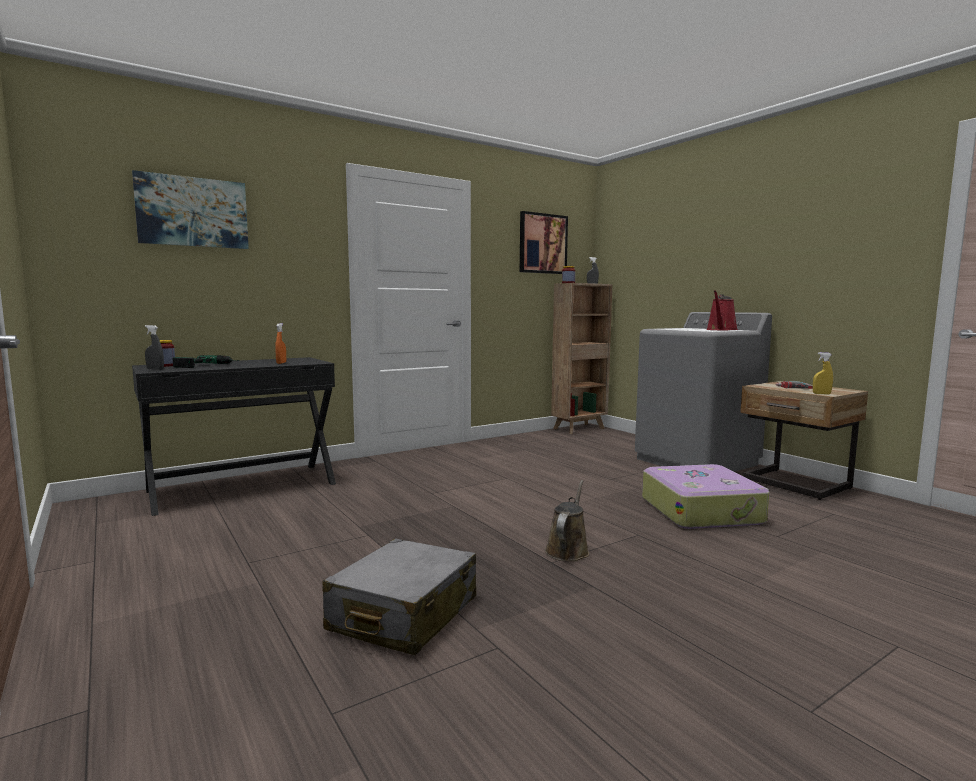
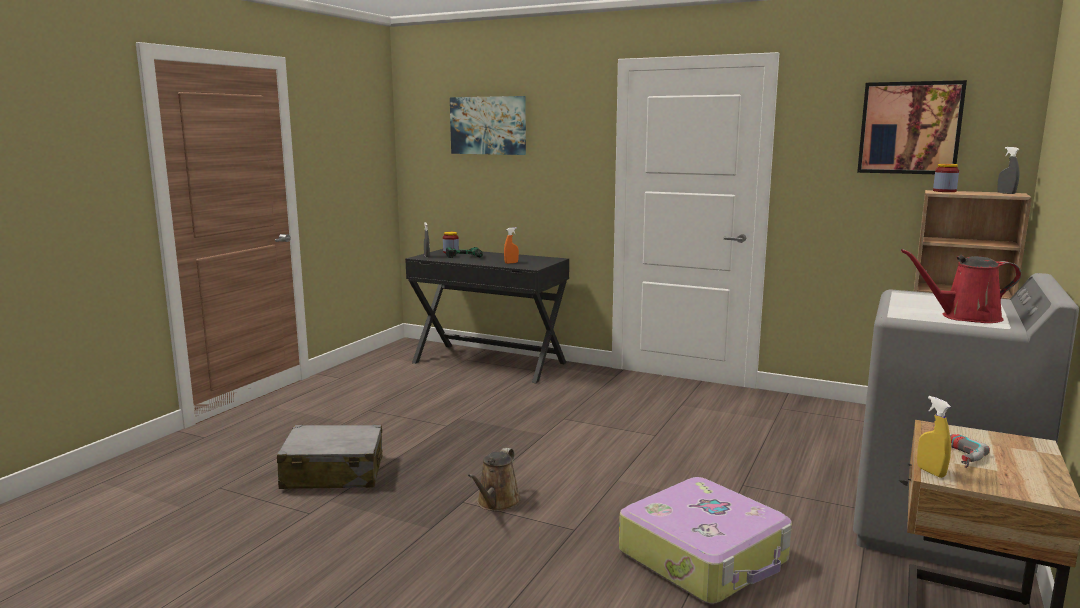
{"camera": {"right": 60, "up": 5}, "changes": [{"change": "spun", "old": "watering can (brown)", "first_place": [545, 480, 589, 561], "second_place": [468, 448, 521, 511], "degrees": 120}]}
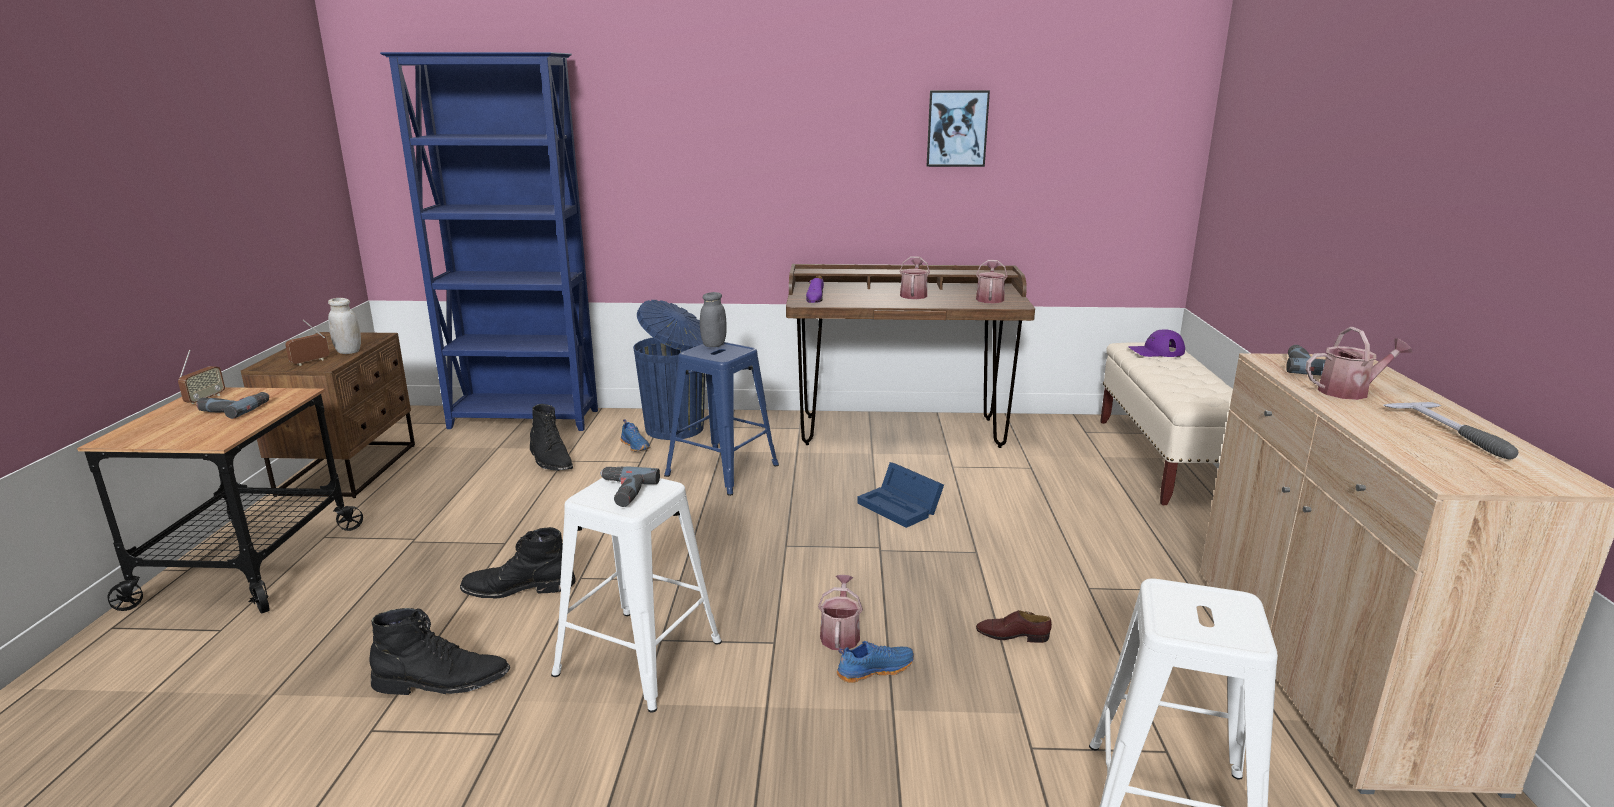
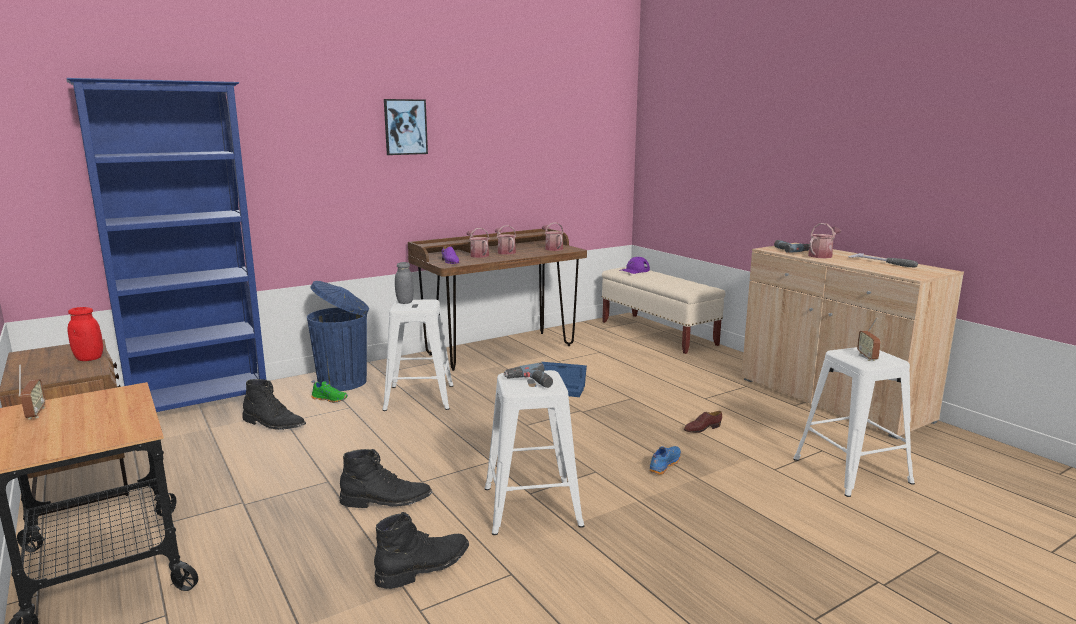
{"camera": {"right": -35, "up": -5}, "changes": [{"change": "colour", "old": "jar (white)", "new": "jar (red)", "first_place": [328, 298, 361, 354], "second_place": [67, 307, 103, 361]}, {"change": "colour", "old": "shoe (blue)", "new": "shoe (green)", "first_place": [620, 419, 650, 452], "second_place": [311, 380, 348, 403]}, {"change": "spun", "old": "boot (black)", "first_place": [460, 527, 576, 599], "second_place": [340, 449, 432, 508], "degrees": -150}, {"change": "colour", "old": "stool (blue)", "new": "stool (white)", "first_place": [664, 342, 779, 496], "second_place": [382, 299, 453, 411]}, {"change": "relocated", "old": "picture", "first_place": [927, 90, 990, 167], "second_place": [384, 99, 428, 155]}, {"change": "relocated", "old": "watering can", "first_place": [818, 575, 863, 651], "second_place": [467, 228, 489, 258]}, {"change": "relocated", "old": "radio", "first_place": [285, 320, 330, 366], "second_place": [857, 318, 881, 361]}, {"change": "missing", "old": "power drill", "first_place": [196, 392, 269, 419]}]}
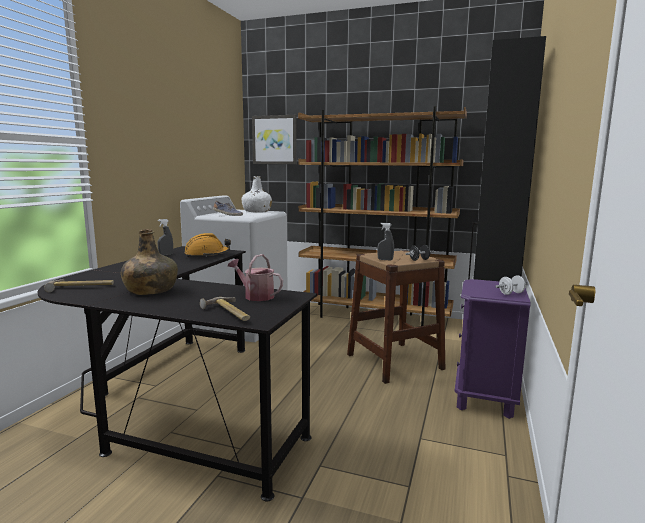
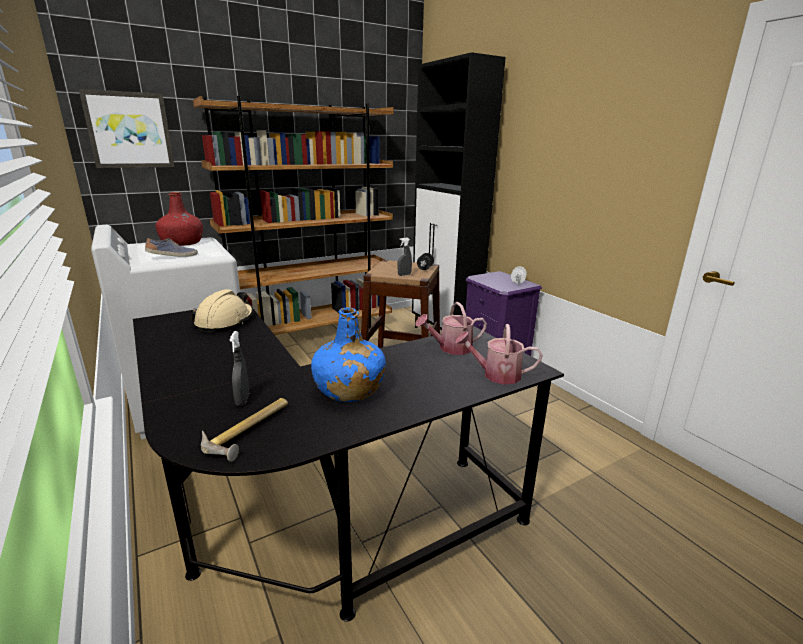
{"camera": {"right": -50, "up": 10}, "changes": [{"change": "colour", "old": "bottle (white)", "new": "bottle (red)", "first_place": [242, 176, 272, 213], "second_place": [156, 192, 203, 246]}, {"change": "colour", "old": "hard hat (orange)", "new": "hard hat (beige)", "first_place": [184, 233, 231, 257], "second_place": [191, 289, 254, 332]}, {"change": "relocated", "old": "spray bottle (grey)", "first_place": [158, 219, 173, 255], "second_place": [229, 331, 249, 406]}, {"change": "colour", "old": "bottle (green)", "new": "bottle (blue)", "first_place": [121, 229, 178, 295], "second_place": [311, 307, 386, 402]}, {"change": "exchanged", "old": "hammer", "new": "watering can", "first_place": [200, 297, 250, 321], "second_place": [455, 324, 543, 385]}]}
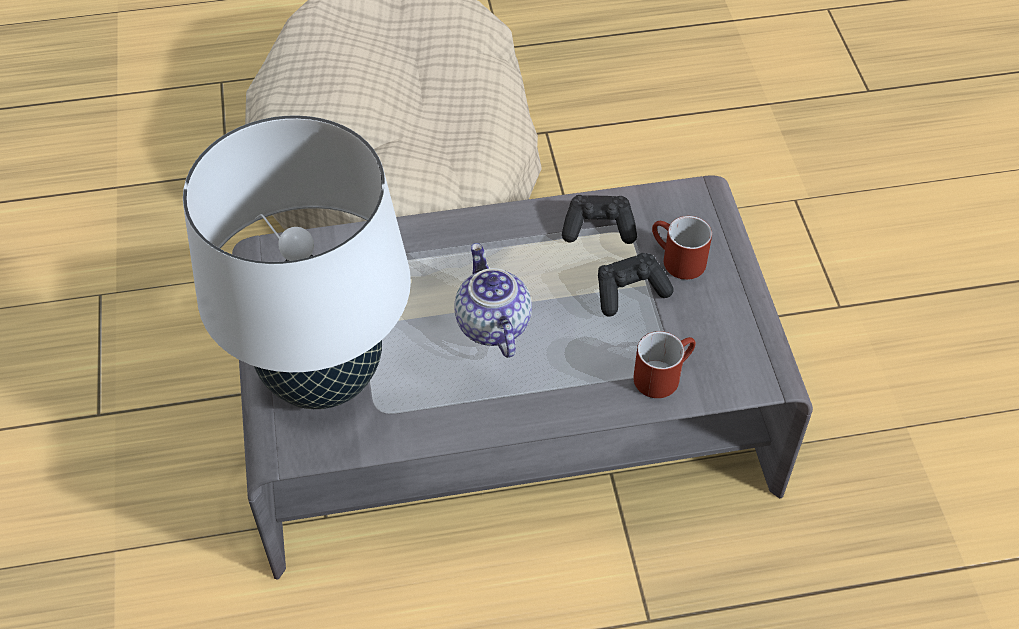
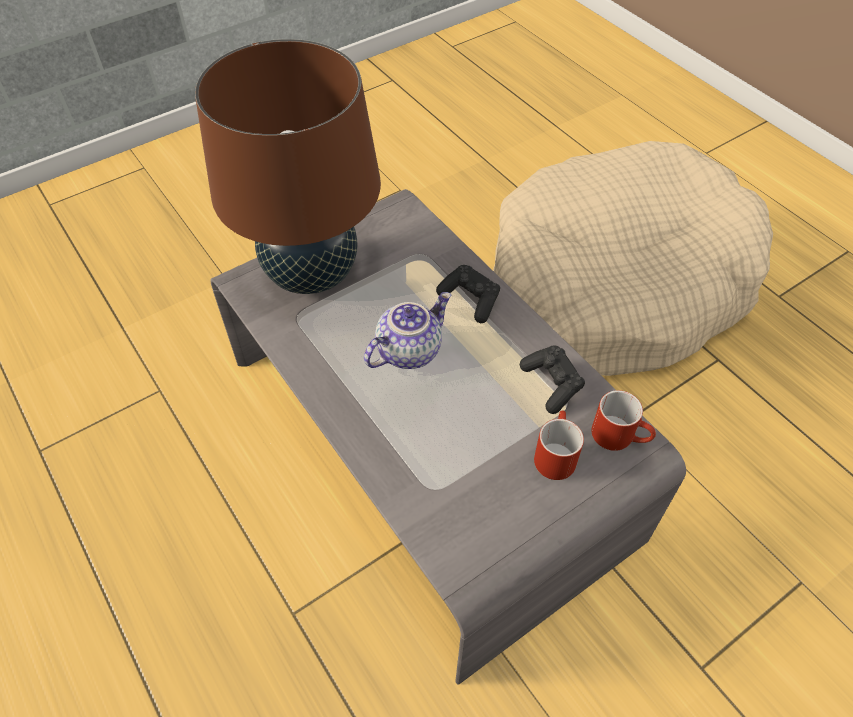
{"camera": {"right": 65, "up": 0}, "changes": [{"change": "colour", "old": "table lamp (white)", "new": "table lamp (brown)", "first_place": [183, 115, 411, 409], "second_place": [195, 39, 381, 294]}, {"change": "relocated", "old": "game controller (black)", "first_place": [598, 253, 673, 316], "second_place": [436, 265, 500, 323]}, {"change": "relocated", "old": "mug (red)", "first_place": [633, 331, 696, 398], "second_place": [591, 390, 656, 451]}]}
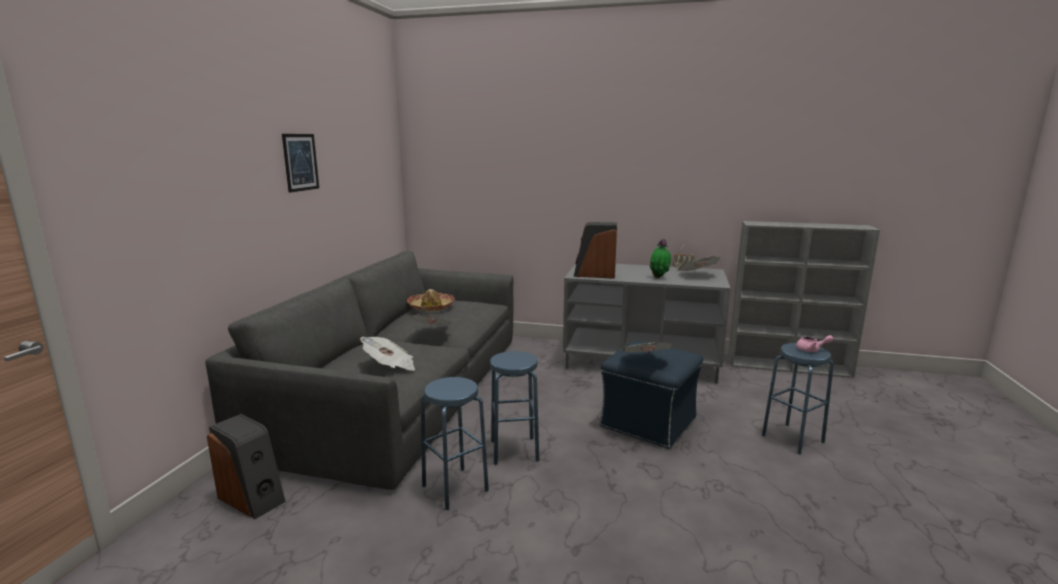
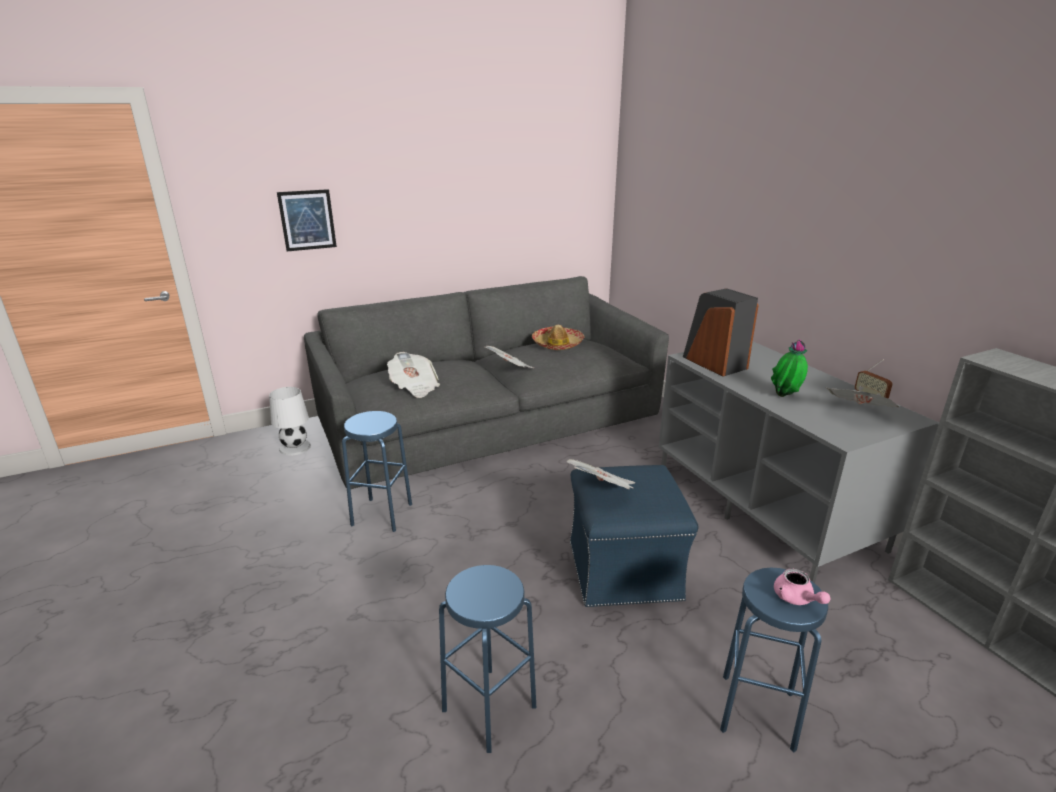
{"camera": {"right": 50, "up": 10}, "changes": [{"change": "exchanged", "old": "speaker", "new": "table lamp (white)", "first_place": [207, 414, 286, 519], "second_place": [269, 387, 311, 456]}, {"change": "relocated", "old": "picture", "first_place": [282, 134, 319, 193], "second_place": [277, 189, 337, 251]}, {"change": "relocated", "old": "stool (blue)", "first_place": [490, 351, 539, 465], "second_place": [439, 565, 536, 753]}]}
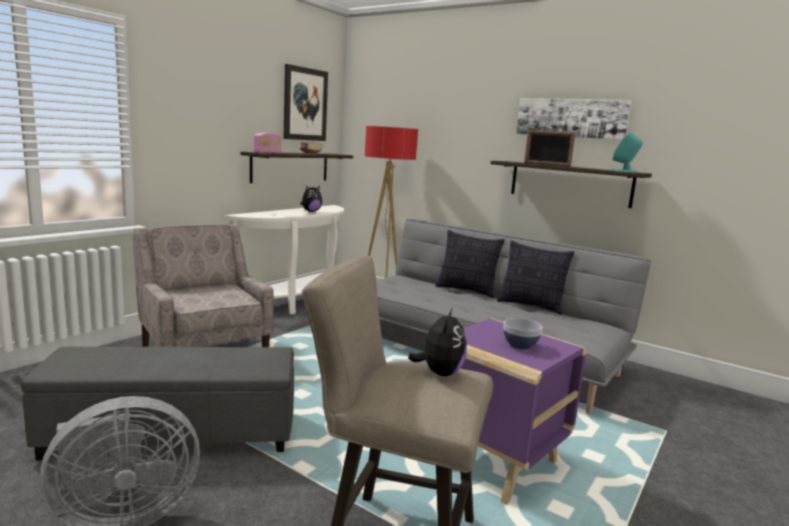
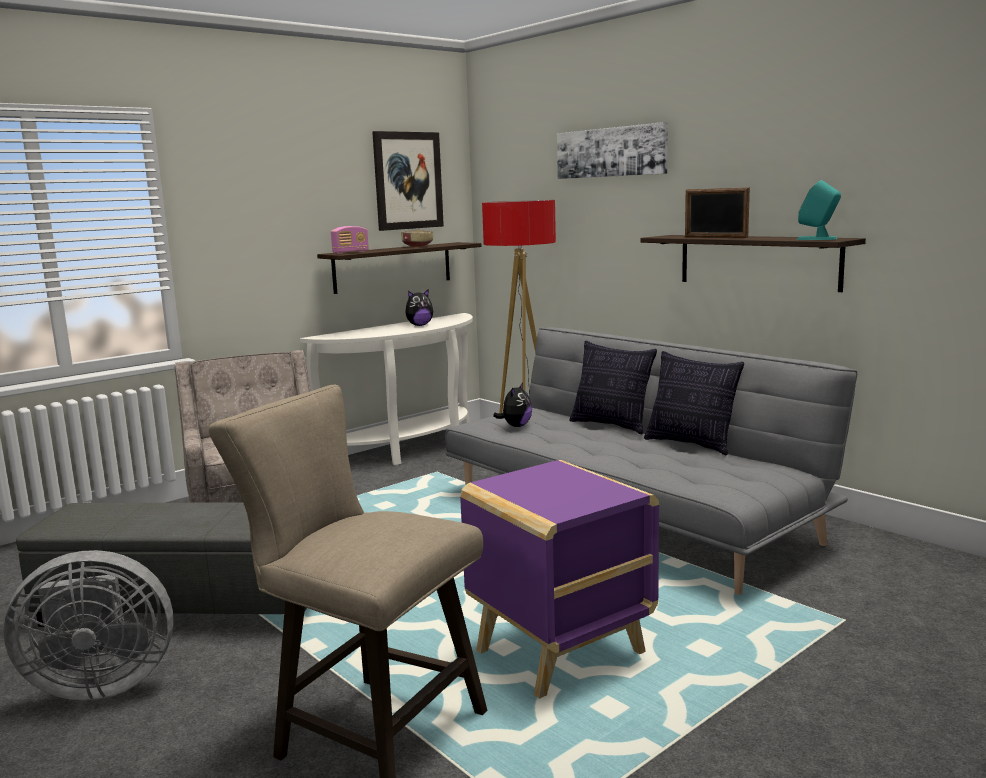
{"camera": {"right": 15, "up": 0}, "changes": [{"change": "relocated", "old": "plush toy", "first_place": [408, 307, 467, 376], "second_place": [493, 382, 532, 427]}, {"change": "relocated", "old": "picture", "first_place": [516, 98, 632, 140], "second_place": [557, 122, 668, 179]}, {"change": "missing", "old": "bowl", "first_place": [504, 318, 542, 350]}]}
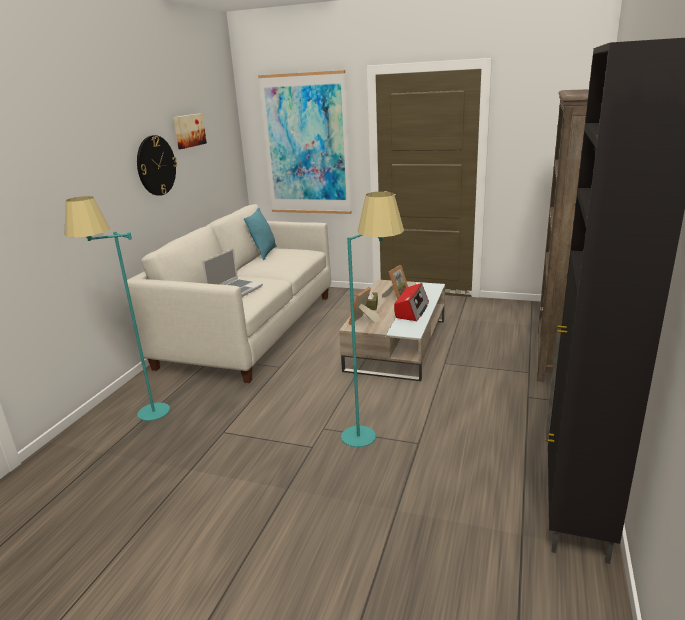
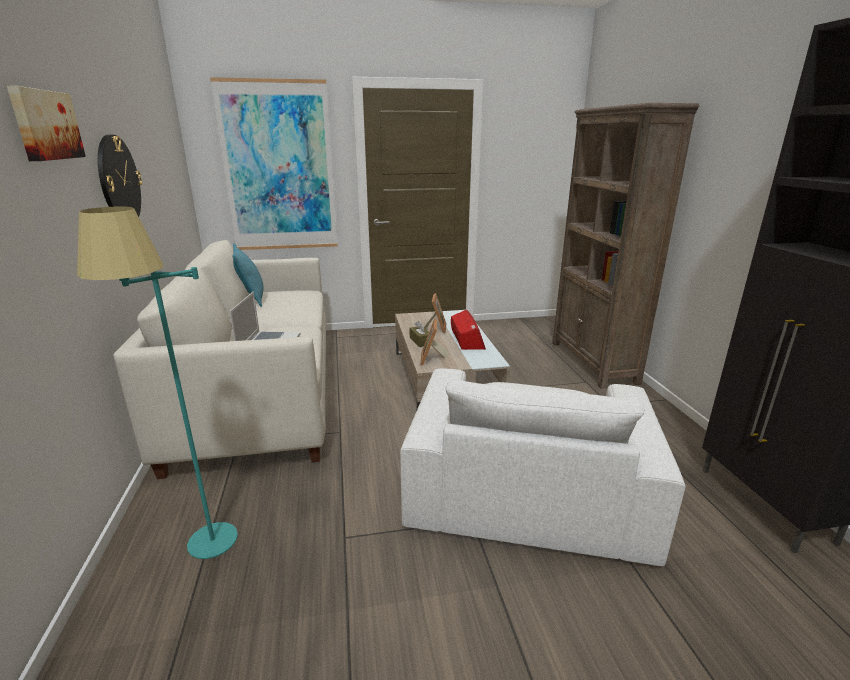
{"camera": {"right": -30, "up": 0}, "changes": [{"change": "relocated", "old": "picture", "first_place": [173, 113, 207, 149], "second_place": [7, 86, 86, 161]}, {"change": "exchanged", "old": "floor lamp (turquoise)", "new": "armchair (white)", "first_place": [341, 191, 404, 447], "second_place": [400, 369, 685, 566]}]}
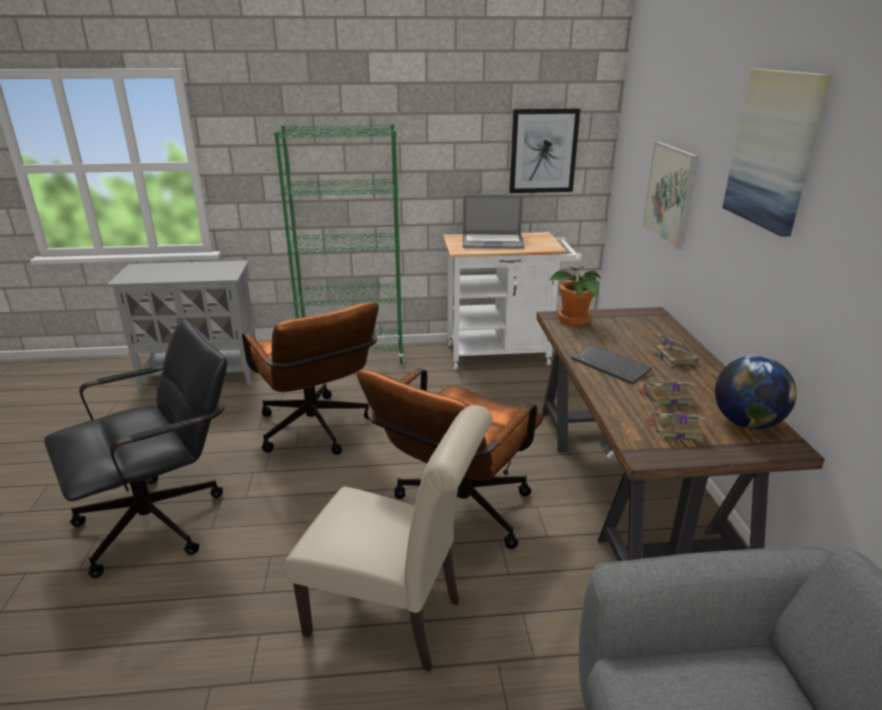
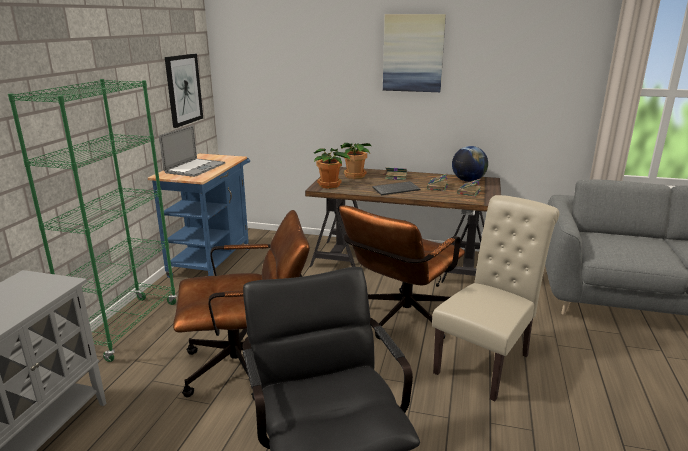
{"camera": {"right": -70, "up": -5}, "changes": [{"change": "colour", "old": "cart (white)", "new": "cart (blue)", "first_place": [443, 232, 582, 370], "second_place": [148, 154, 250, 278]}, {"change": "spun", "old": "office chair (brown)", "first_place": [357, 368, 543, 549], "second_place": [339, 205, 465, 339], "degrees": 75}, {"change": "appeared", "new": "potted plant", "second_place": [341, 143, 372, 179]}, {"change": "missing", "old": "picture", "first_place": [643, 142, 699, 250]}]}
